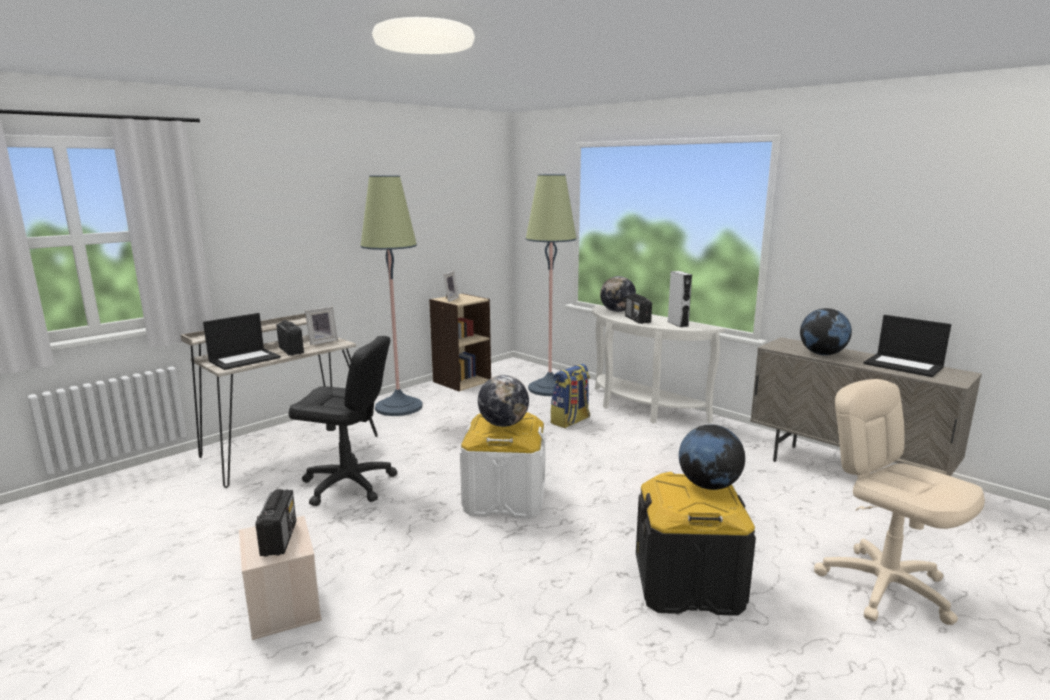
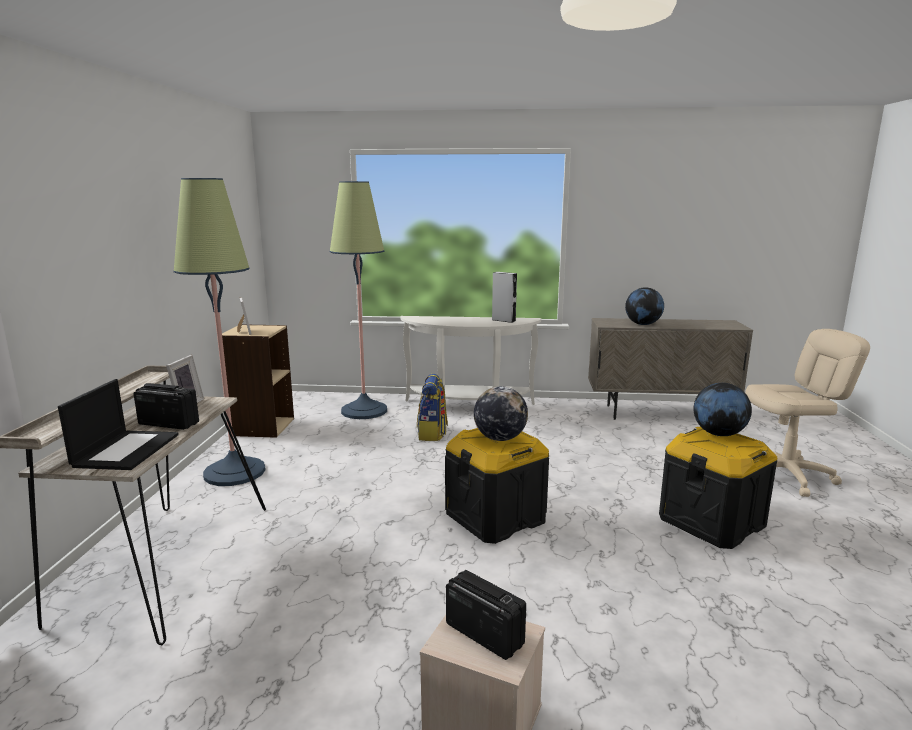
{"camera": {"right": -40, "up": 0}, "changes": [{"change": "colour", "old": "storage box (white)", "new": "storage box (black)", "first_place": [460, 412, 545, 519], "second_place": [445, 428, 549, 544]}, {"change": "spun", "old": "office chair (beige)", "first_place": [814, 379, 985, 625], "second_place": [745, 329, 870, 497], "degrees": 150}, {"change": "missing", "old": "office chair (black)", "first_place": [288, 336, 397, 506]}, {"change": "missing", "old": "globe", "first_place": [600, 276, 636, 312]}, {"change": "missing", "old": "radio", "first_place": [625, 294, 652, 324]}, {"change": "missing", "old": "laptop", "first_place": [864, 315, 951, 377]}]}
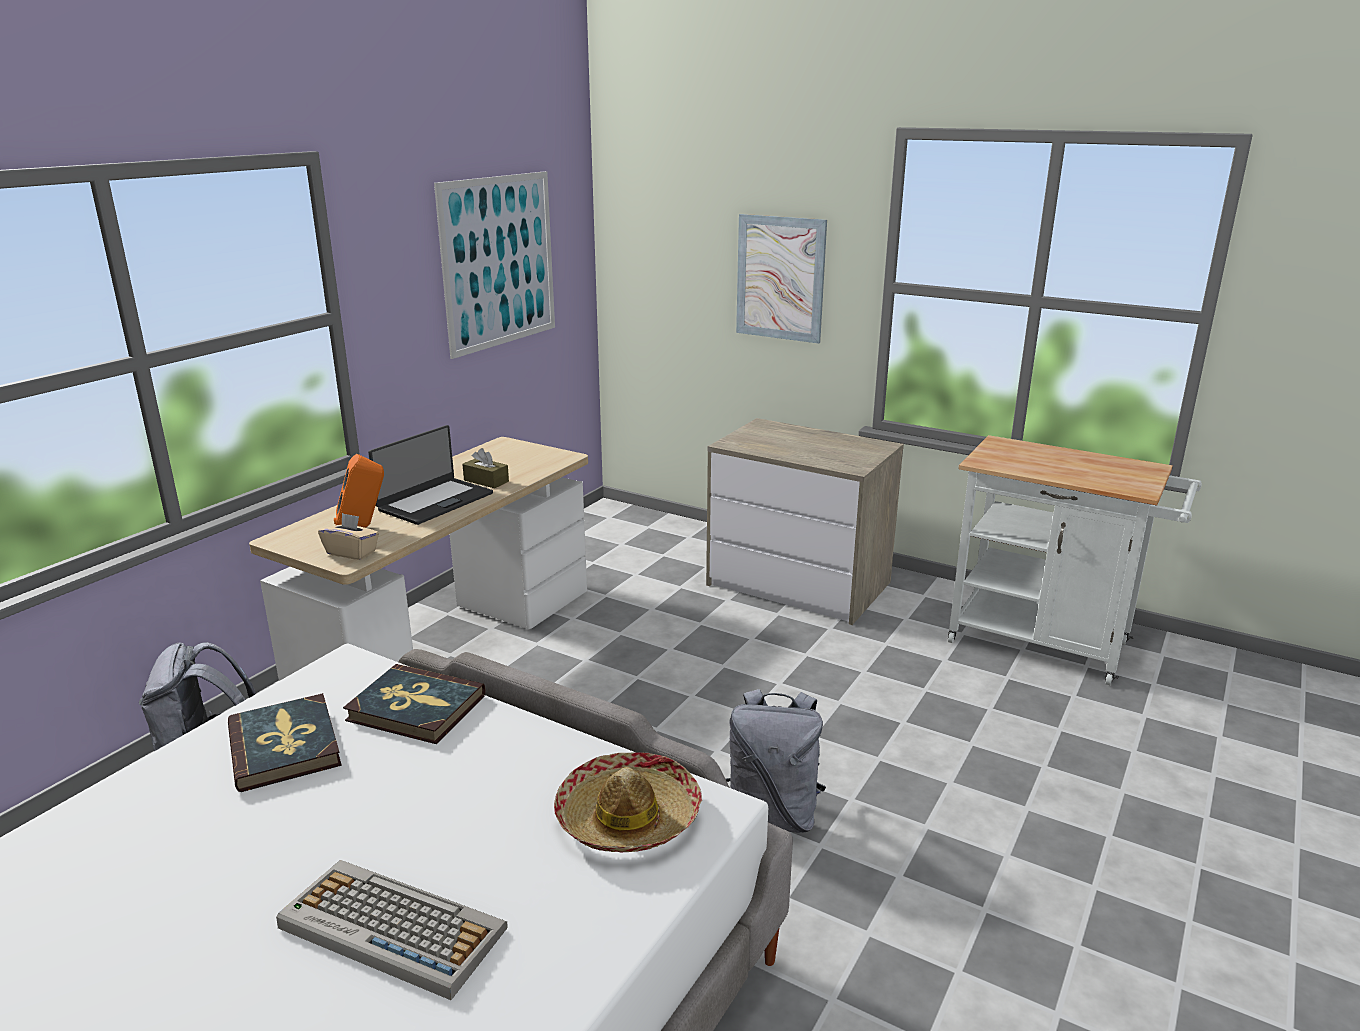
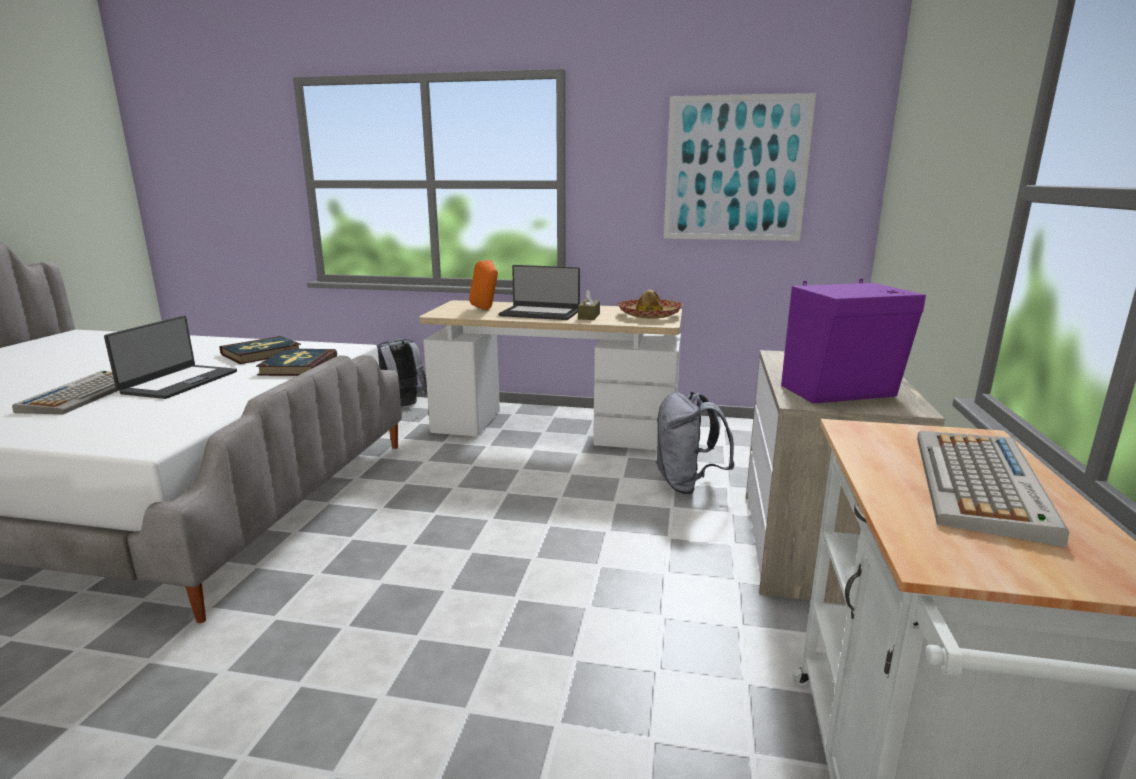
{"camera": {"right": 70, "up": -5}, "changes": [{"change": "appeared", "new": "laptop", "second_place": [104, 316, 237, 399]}, {"change": "relocated", "old": "hat", "first_place": [554, 752, 702, 852], "second_place": [617, 290, 683, 319]}, {"change": "relocated", "old": "backpack (grey)", "first_place": [726, 689, 826, 833], "second_place": [655, 392, 735, 494]}, {"change": "appeared", "new": "speaker (purple)", "second_place": [781, 279, 926, 403]}, {"change": "appeared", "new": "keyboard", "second_place": [917, 431, 1069, 547]}, {"change": "missing", "old": "tissue box (beige)", "first_place": [318, 513, 379, 560]}, {"change": "missing", "old": "picture", "first_place": [736, 214, 827, 344]}]}
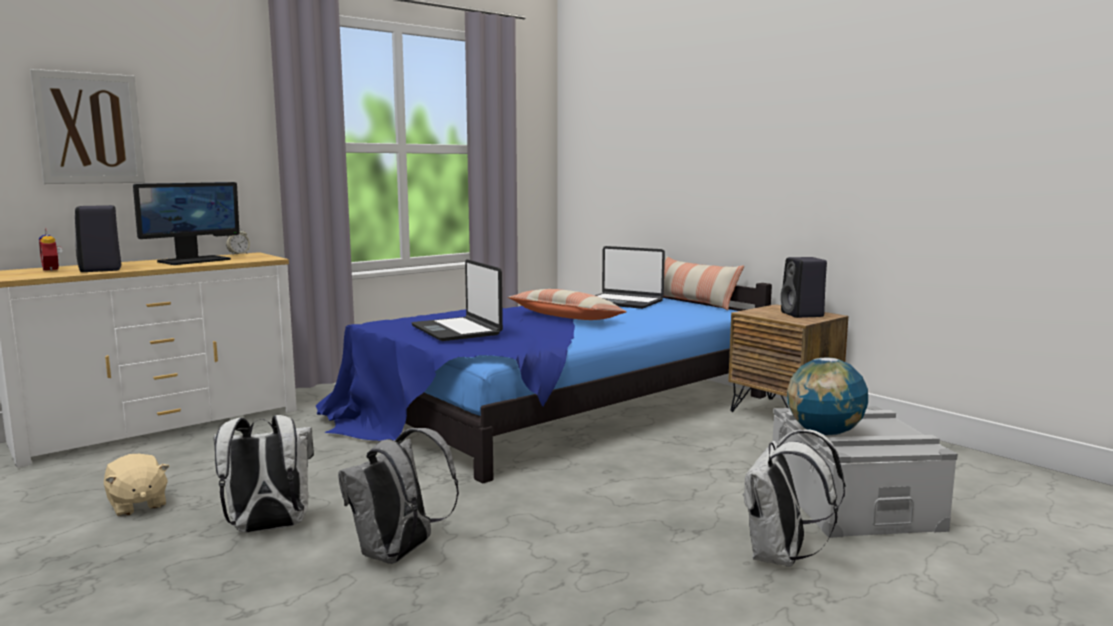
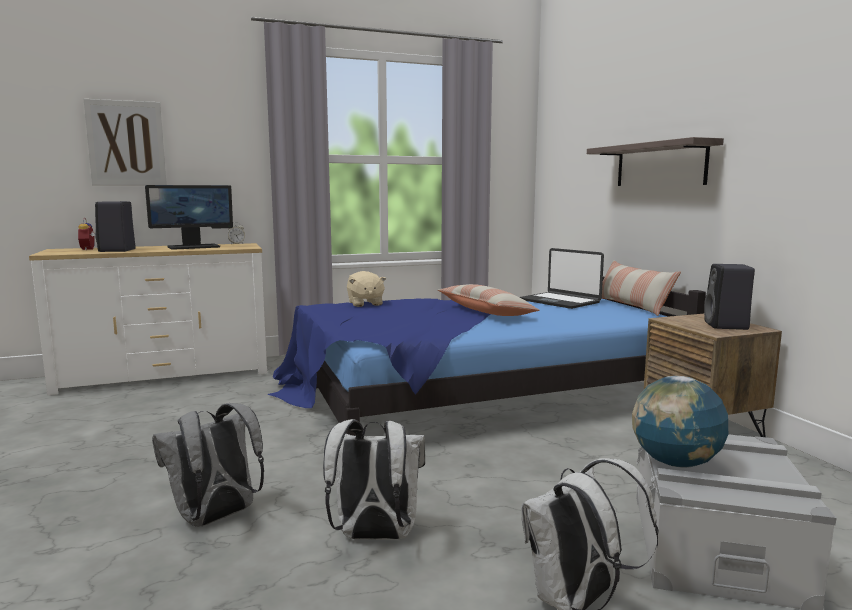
{"camera": {"right": 20, "up": 0}, "changes": [{"change": "relocated", "old": "backpack (white)", "first_place": [214, 415, 314, 533], "second_place": [323, 419, 425, 540]}, {"change": "relocated", "old": "plush toy (beige)", "first_place": [104, 454, 170, 517], "second_place": [347, 271, 386, 307]}, {"change": "appeared", "new": "shelf", "second_place": [587, 137, 724, 186]}, {"change": "missing", "old": "laptop", "first_place": [412, 259, 503, 341]}]}
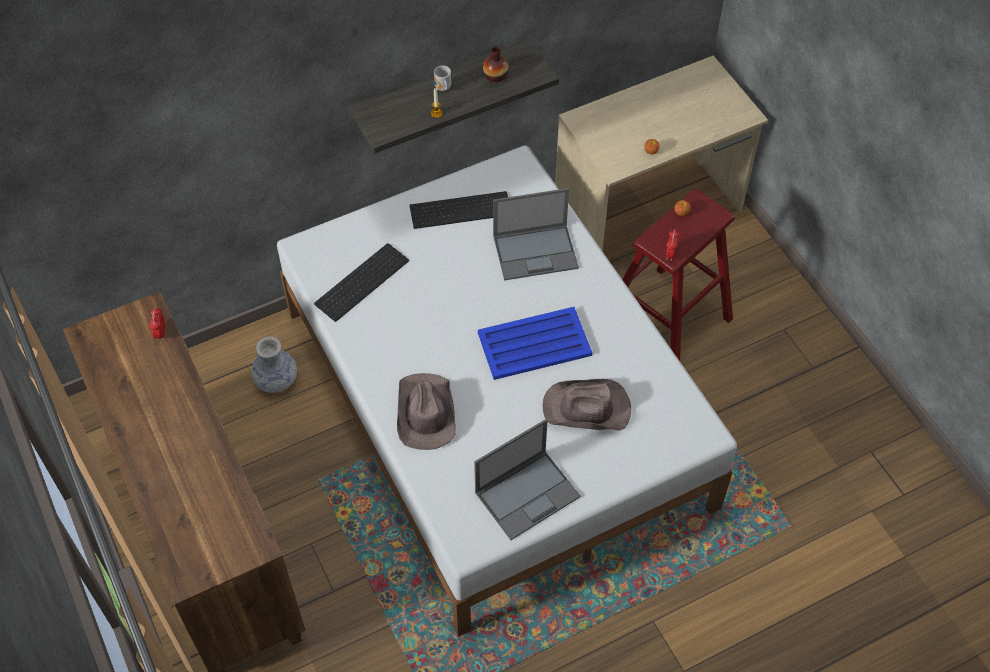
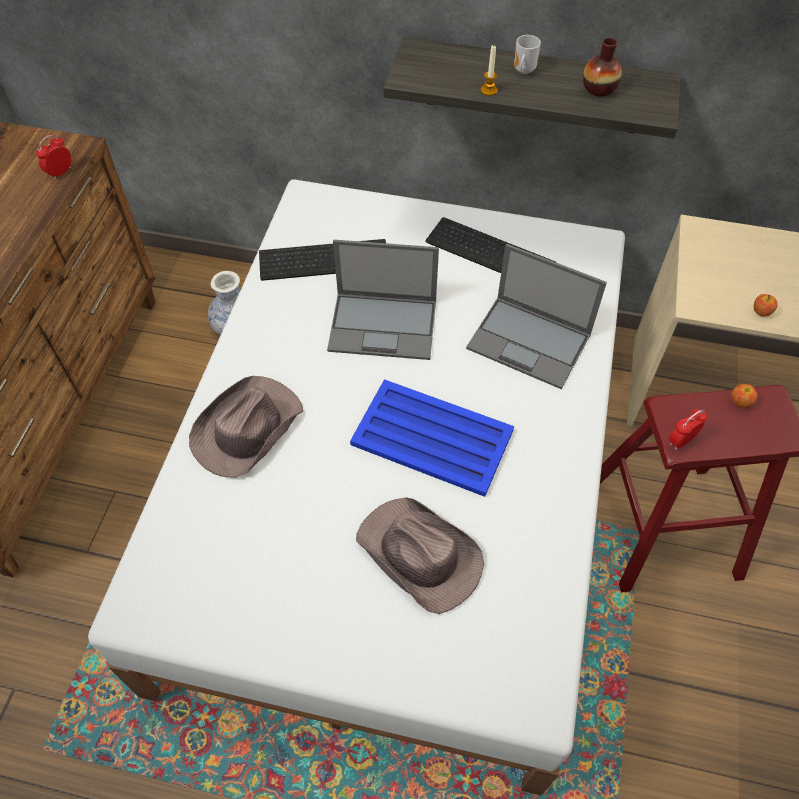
{"camera": {"right": 40, "up": 0}, "changes": [{"change": "relocated", "old": "laptop", "first_place": [474, 419, 581, 540], "second_place": [327, 240, 439, 360]}]}
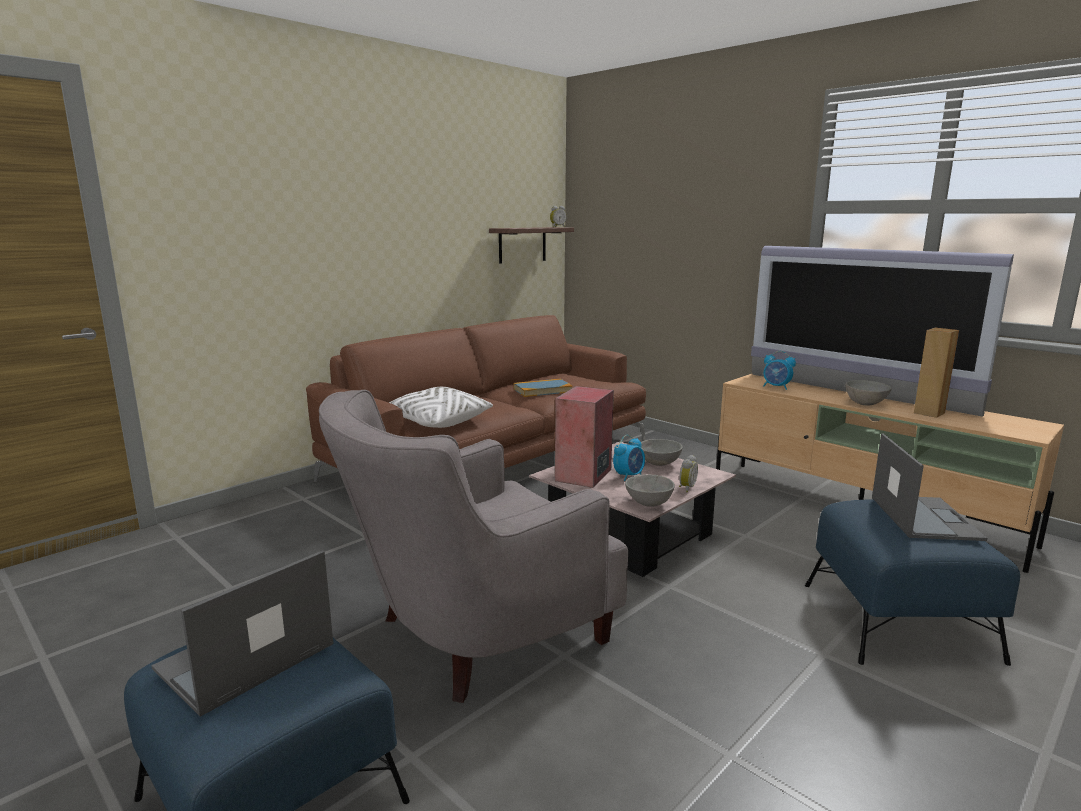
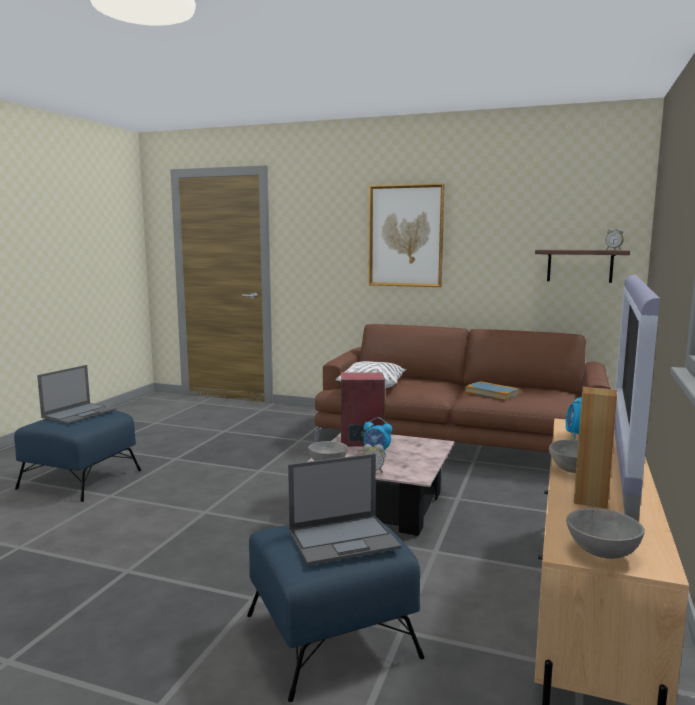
{"camera": {"right": 65, "up": -5}, "changes": [{"change": "spun", "old": "laptop", "first_place": [151, 550, 333, 717], "second_place": [37, 365, 116, 424], "degrees": 105}, {"change": "appeared", "new": "picture", "second_place": [369, 184, 444, 287]}, {"change": "relocated", "old": "bowl (grey)", "first_place": [641, 439, 683, 466], "second_place": [566, 508, 645, 559]}, {"change": "missing", "old": "armchair (grey)", "first_place": [319, 390, 628, 703]}]}
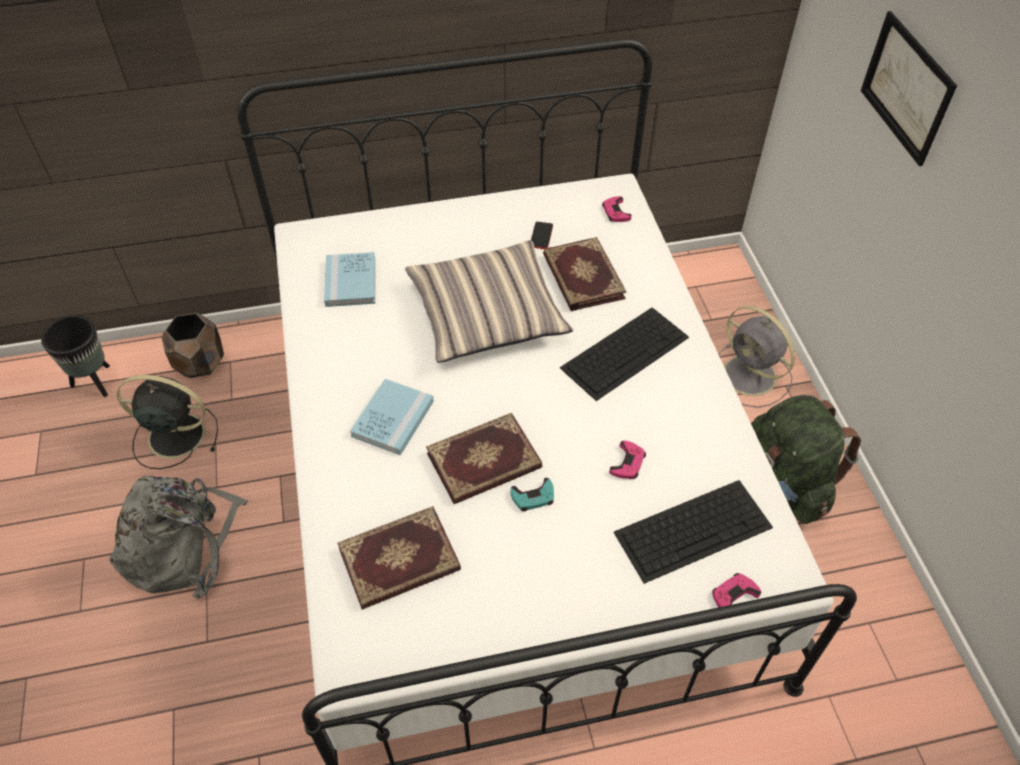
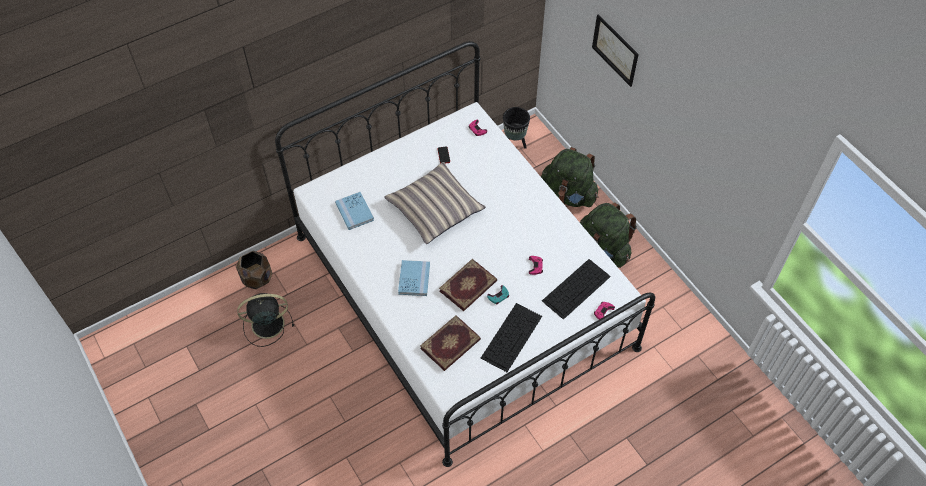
{"camera": {"right": -20, "up": 5}, "changes": [{"change": "relocated", "old": "keyboard", "first_place": [560, 307, 689, 401], "second_place": [480, 303, 542, 372]}, {"change": "relocated", "old": "planter (black)", "first_place": [41, 315, 110, 397], "second_place": [503, 107, 530, 149]}, {"change": "exchanged", "old": "fan (grey)", "new": "backpack (green)", "first_place": [718, 306, 795, 408], "second_place": [541, 147, 599, 207]}, {"change": "missing", "old": "backpack (grey)", "first_place": [109, 476, 248, 600]}, {"change": "missing", "old": "book", "first_place": [543, 237, 626, 311]}]}
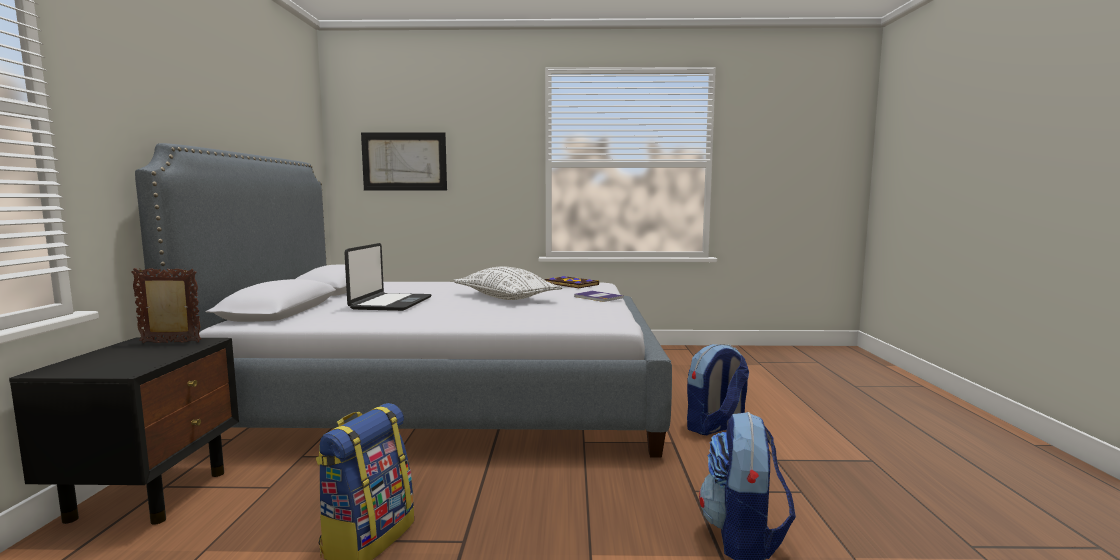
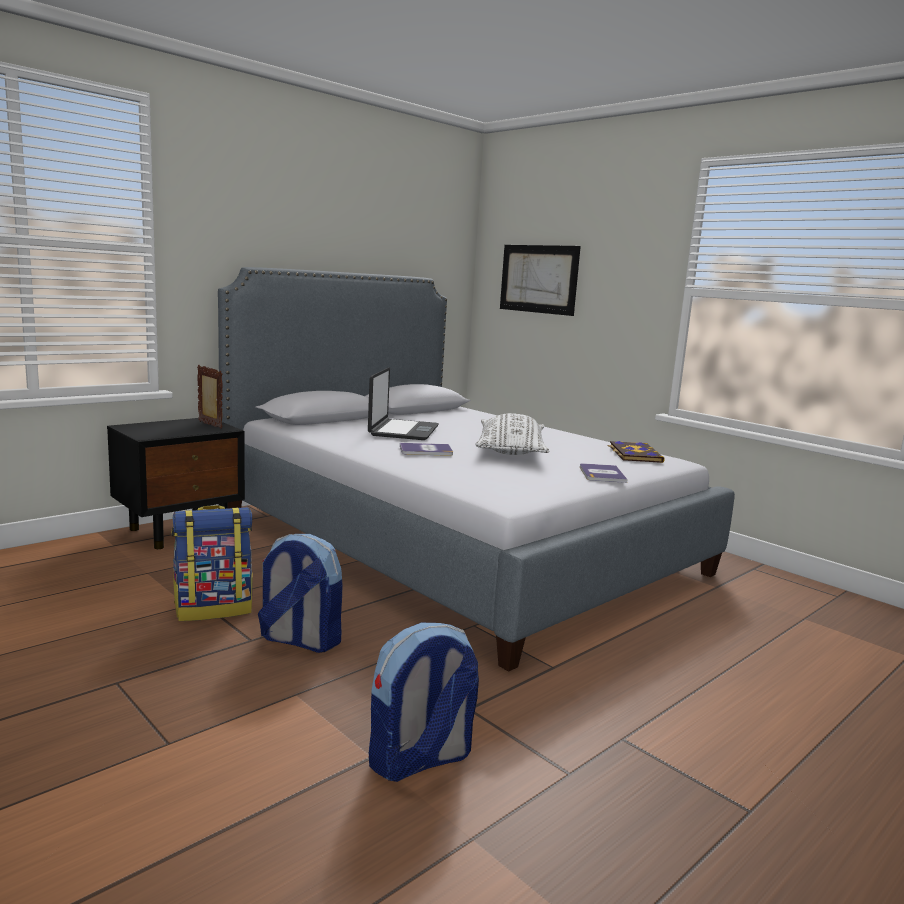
{"camera": {"right": 45, "up": 5}, "changes": [{"change": "relocated", "old": "backpack", "first_place": [687, 344, 749, 435], "second_place": [258, 534, 343, 653]}, {"change": "spun", "old": "laptop", "first_place": [344, 243, 431, 311], "second_place": [368, 367, 438, 440], "degrees": -45}, {"change": "appeared", "new": "book", "second_place": [400, 443, 453, 456]}]}
